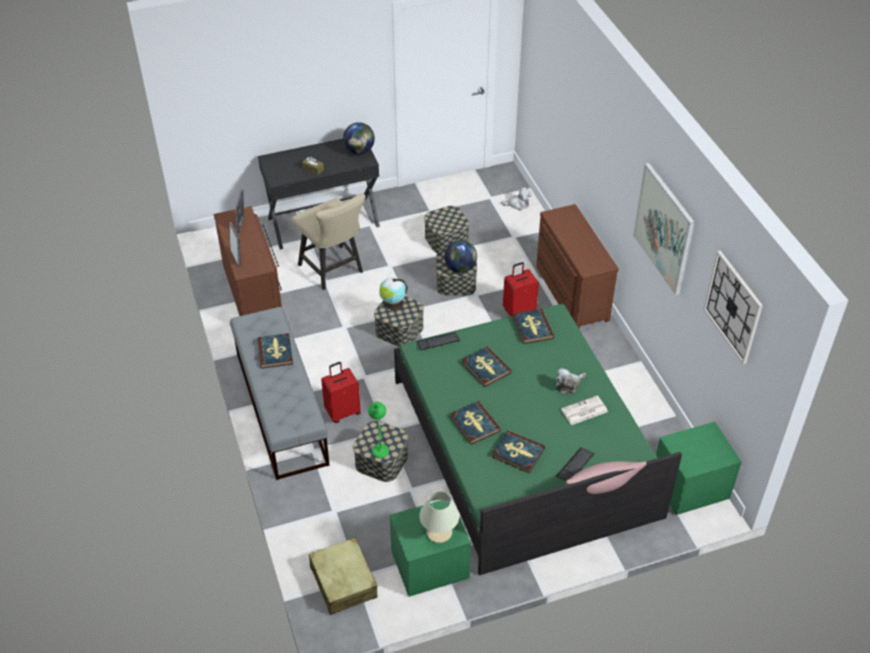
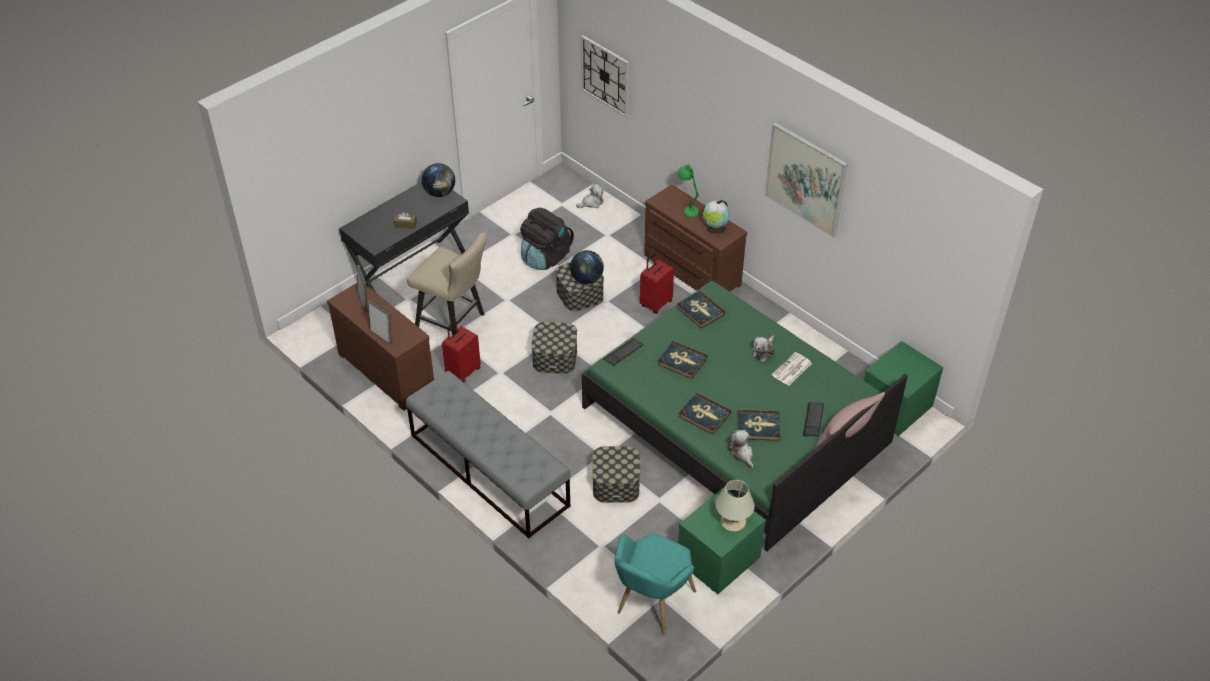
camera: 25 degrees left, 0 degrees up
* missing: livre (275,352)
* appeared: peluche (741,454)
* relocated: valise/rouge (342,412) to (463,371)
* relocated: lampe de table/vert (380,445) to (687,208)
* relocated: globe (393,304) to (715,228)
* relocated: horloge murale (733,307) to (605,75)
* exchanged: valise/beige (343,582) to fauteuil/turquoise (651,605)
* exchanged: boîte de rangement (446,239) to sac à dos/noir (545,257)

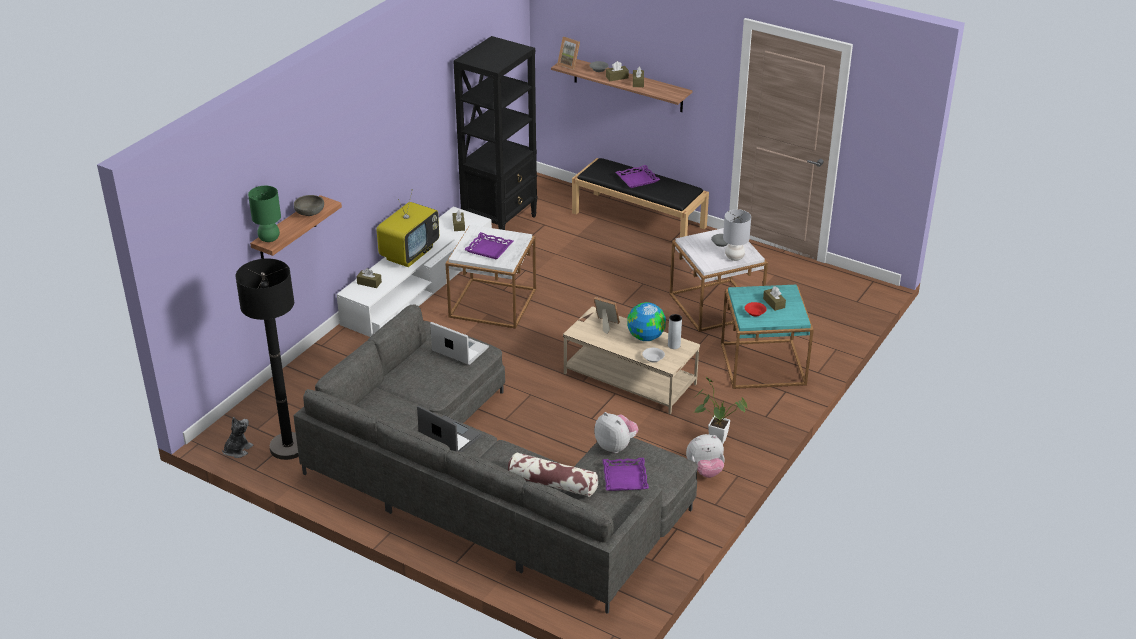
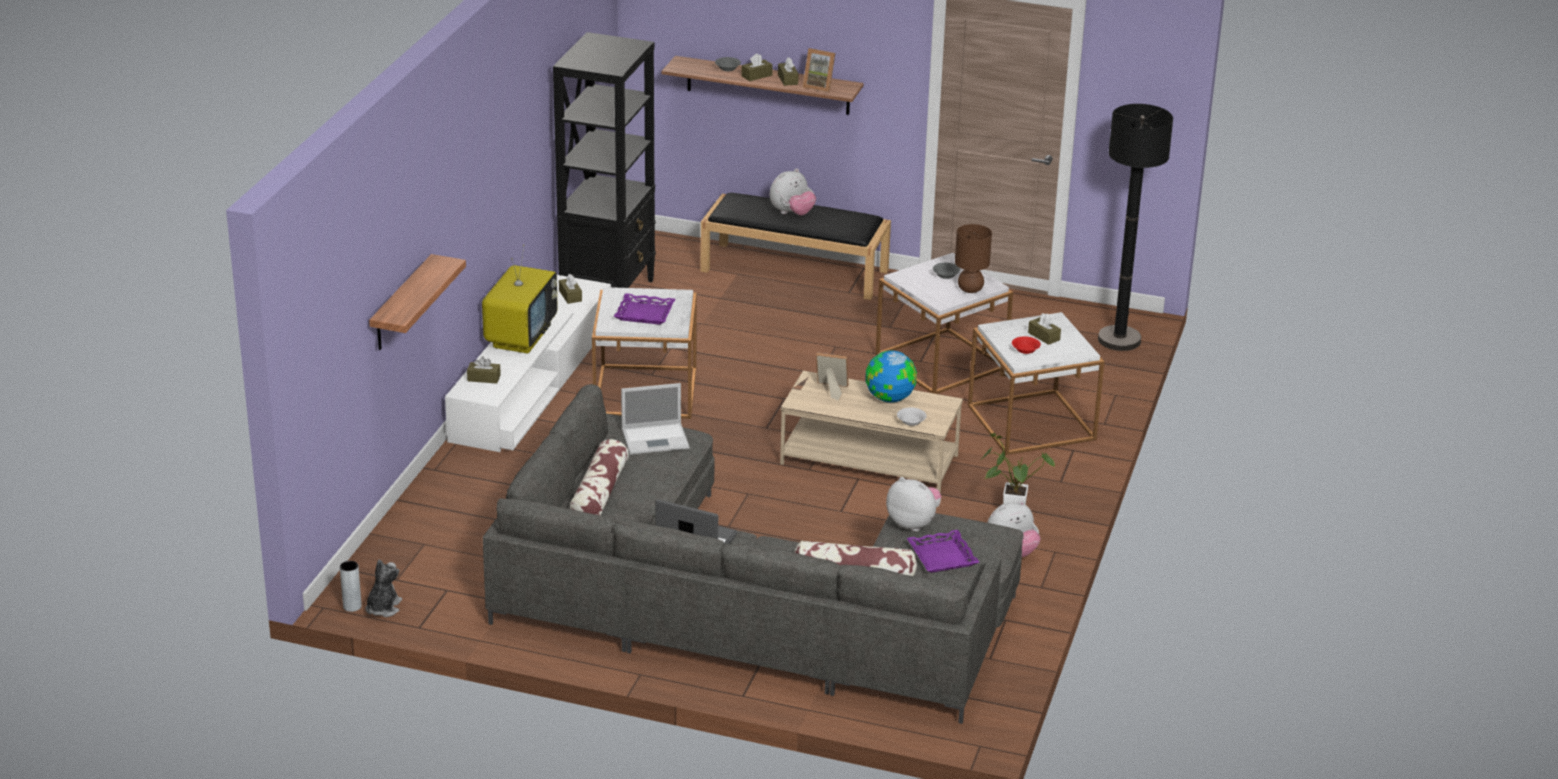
camera: 15 degrees left, 5 degrees down
* missing: lampe de table/vert (269,238)
* missing: bol/gris (309,213)
* appeared: coussin (600,492)
* relocated: lampadaire/noir (288,447) to (1119,340)
* relocated: cadre photo (570,64) to (819,86)
* relocated: vase/gris (674,345) to (352,606)
* exchanged: plateau/violet (637,179) to peluche (792,213)
* colour: table d'appoint/turquoise (762,364) to table d'appoint/blanc (1031,422)
* colour: lampe de table/gris (734,257) to lampe de table/marron (970,289)
* spun: ordinateur portable (459,349) = (656,439) 150 degrees clockwise

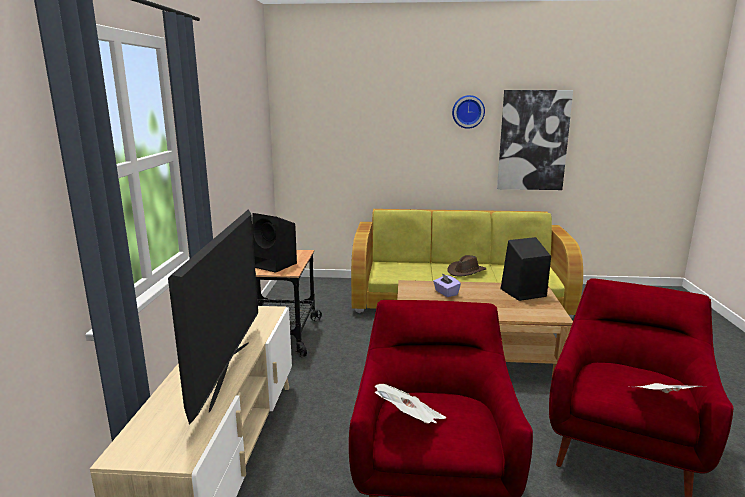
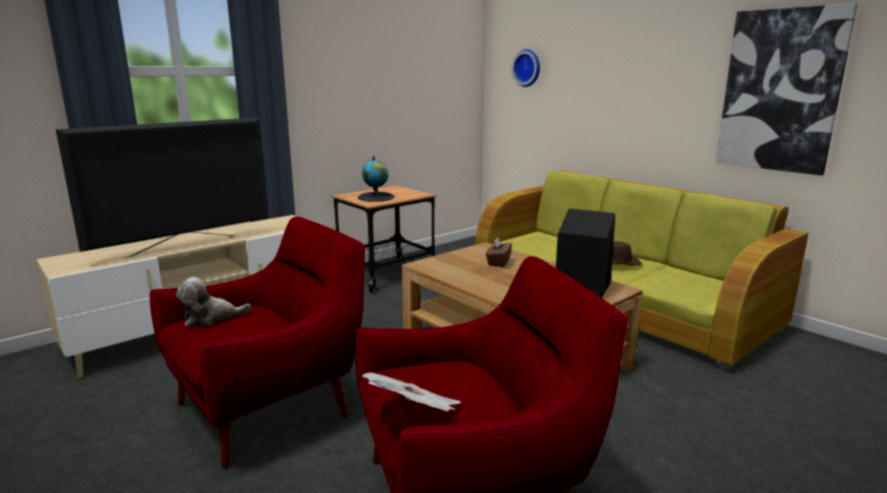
camera: 45 degrees right, 0 degrees up
* relocated: horloge murale (468,111) to (528,68)
* exchanged: enceinte/noir (275,265) to globe (376,197)
* exchanged: journal (410,420) to peluche (211,318)
* colour: boîte à mouchoirs/violet (446,293) to boîte à mouchoirs/marron (498,262)

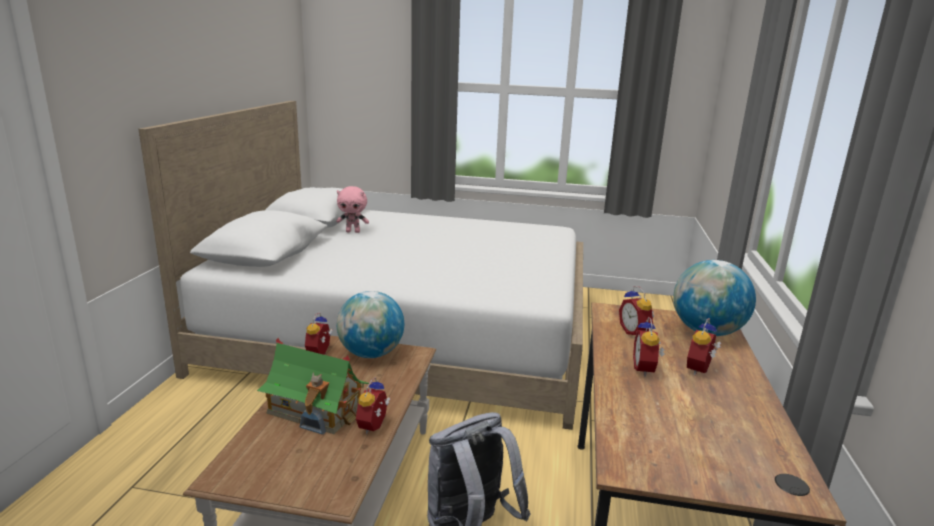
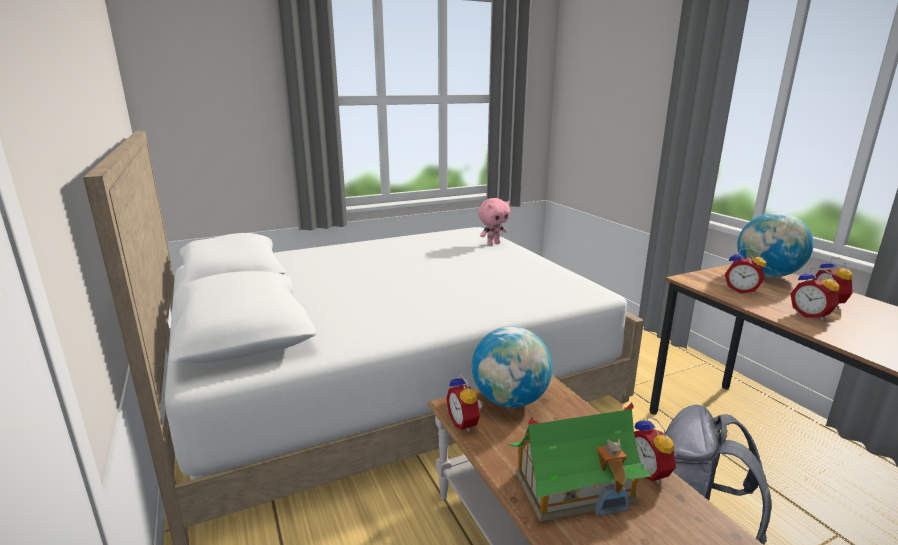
camera: 35 degrees left, 0 degrees up
* relocated: peluche/rose (353,231) to (493,243)

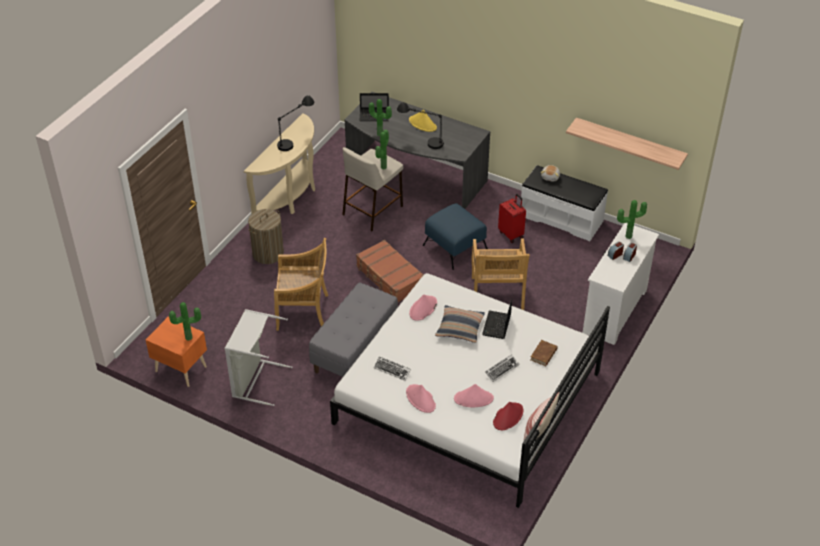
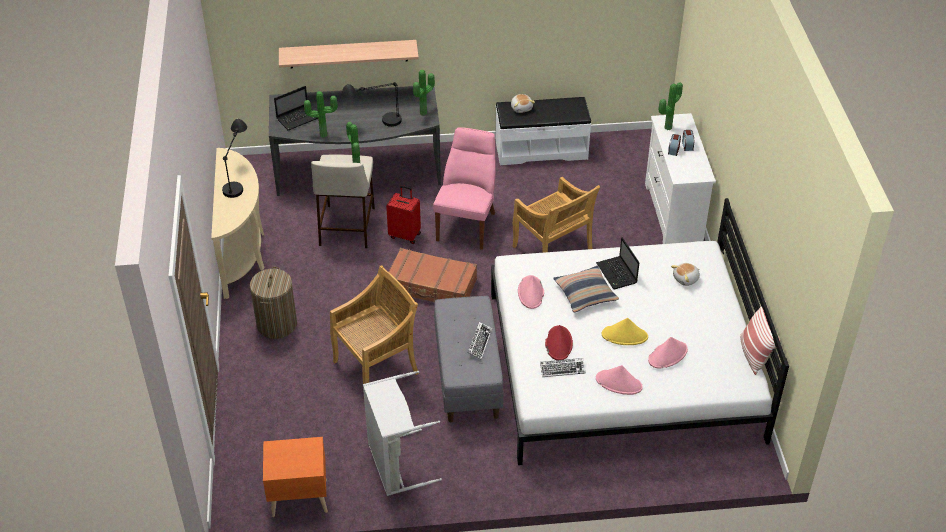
camera: 35 degrees left, 0 degrees up
* relocated: plante en pot (189,338) to (424,113)
* relocated: chapeau/jaune (423,124) to (624,335)
* relocated: clavier (502,369) to (479,342)
* relocated: chapeau/rouge (508,417) to (558,343)
* relocated: valise/rouge (511,234) to (405,235)
* relocated: étagère (629,143) to (348,54)
* exchanged: pouf/bleu (455,247) to chaise/rose (467,224)
* exchanged: livre/marron (544,354) to peluche (686,279)

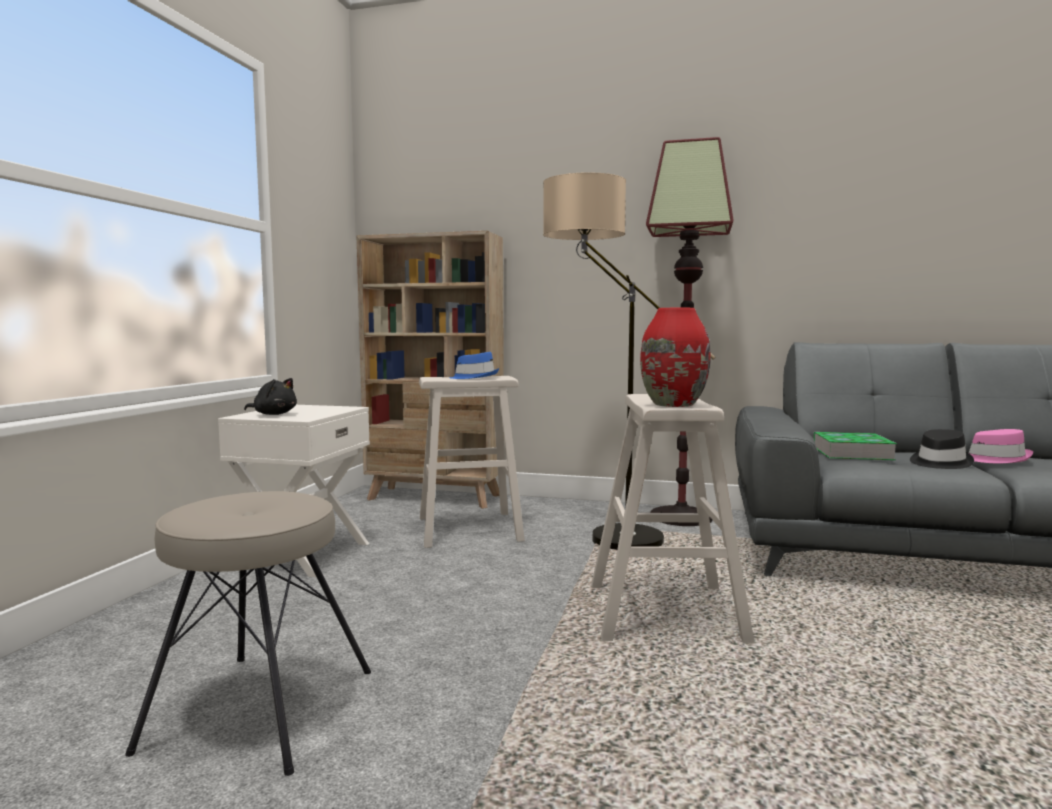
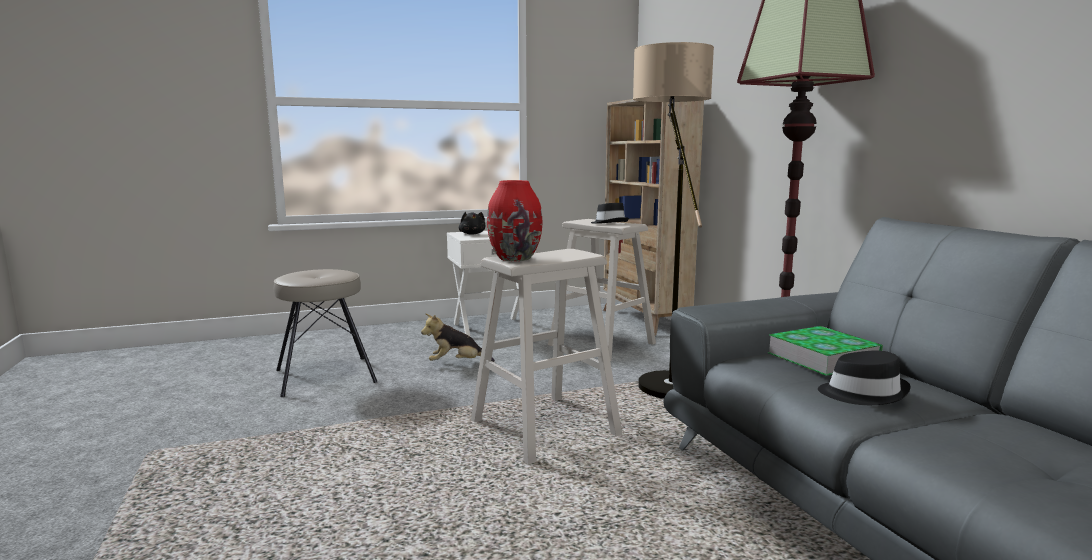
camera: 55 degrees right, 5 degrees up
* missing: chapeau/rose (995,459)
* appeared: peluche (456,363)
* colour: chapeau/bleu (474,377) to chapeau/noir (609,223)

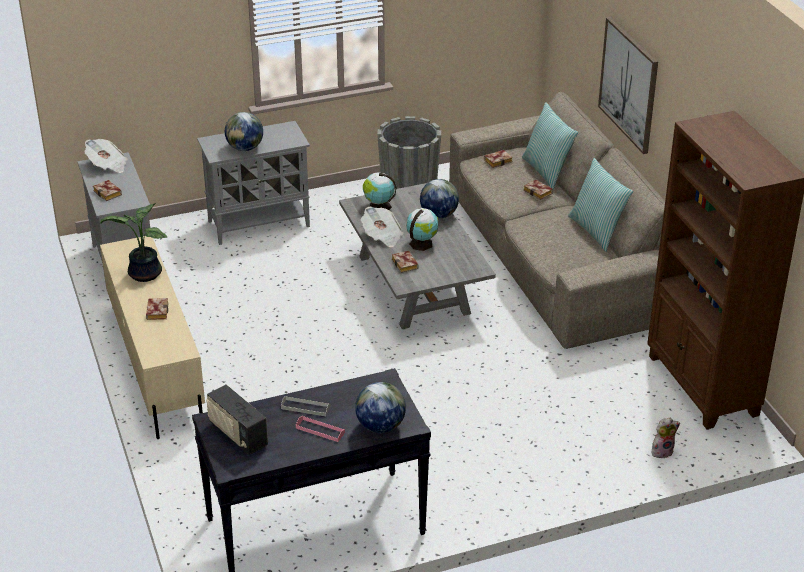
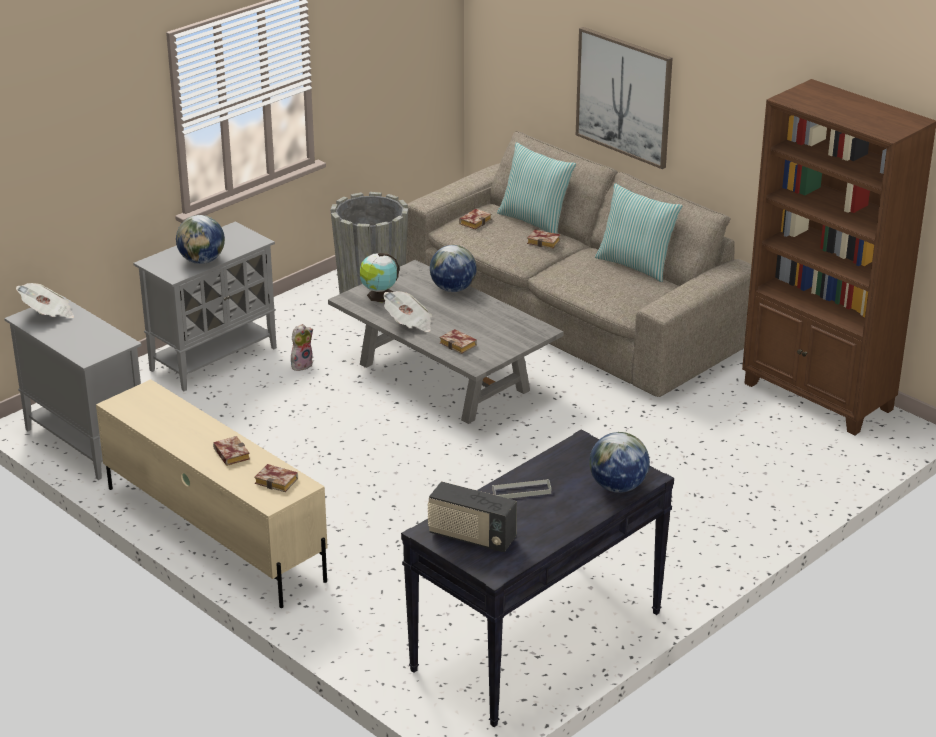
camera: 25 degrees left, 5 degrees down
* missing: plante en pot (143,275)
* missing: plateau/rose (320,430)
* missing: globe (422,243)
* relocated: livre (109,193) to (278,481)
* relocated: peluche (662,451) to (301,364)

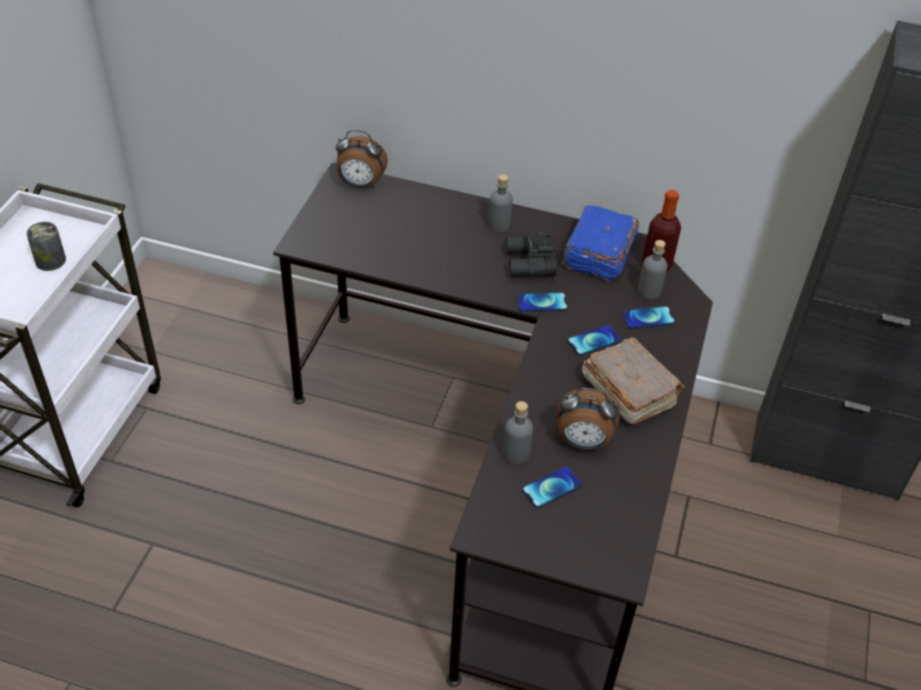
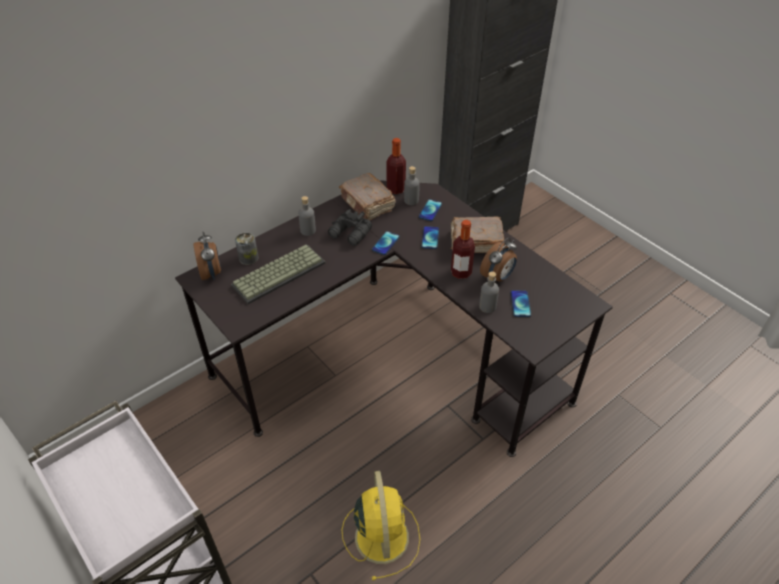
camera: 55 degrees left, 0 degrees up
* appeared: clavier (279,273)
* appeared: ventilateur/jaune (381,535)
* appeared: bouteille (461,272)
* relocated: boîte métallique (50,261) to (248,258)
* colour: livre/bleu (597,254) to livre/marron (367,205)
* spun: réveil (360,184) = (211,273) 60 degrees counterclockwise

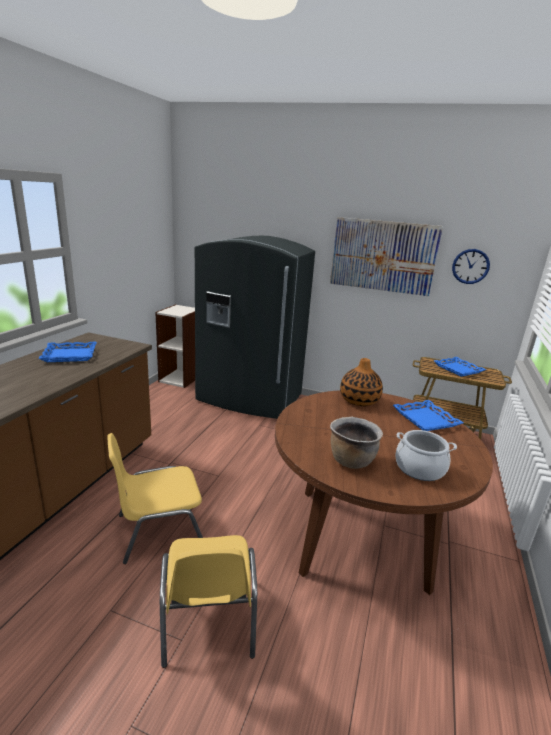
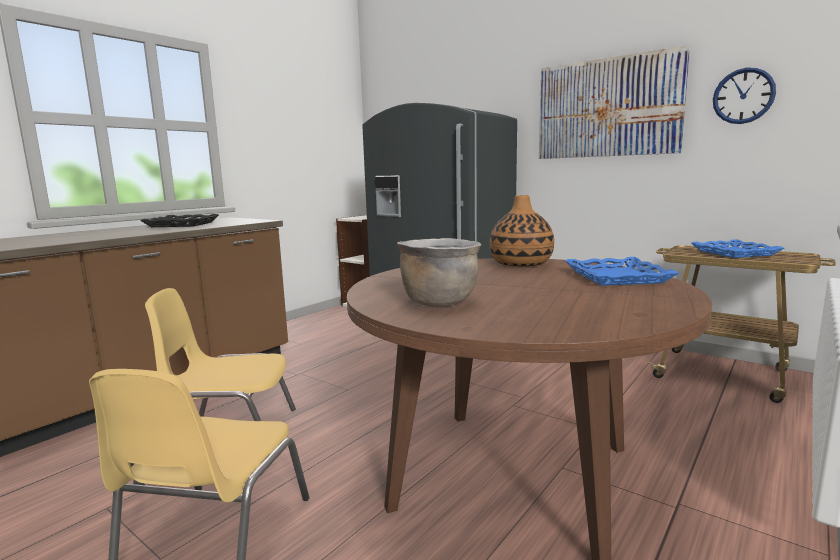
camera: 20 degrees right, 10 degrees down
* missing: marmite (419,468)
* colour: plateau/bleu (70,355) to plateau/noir (182,224)

